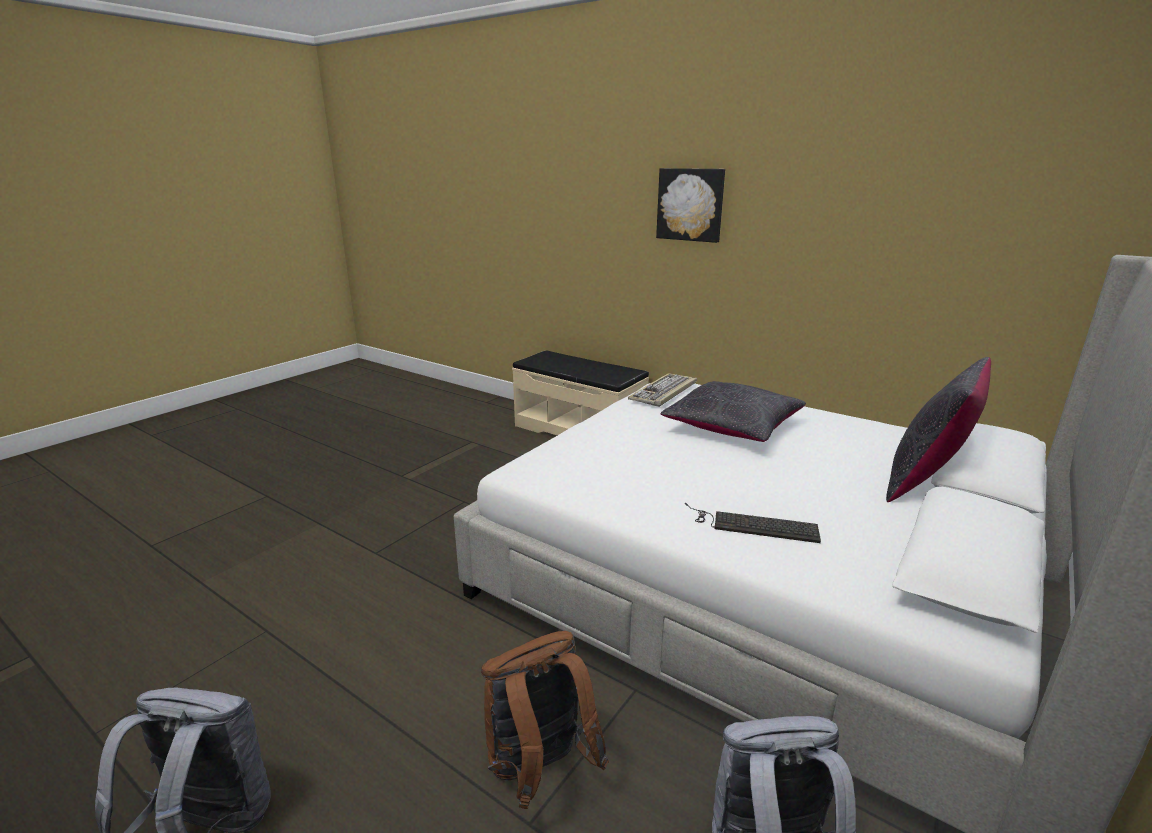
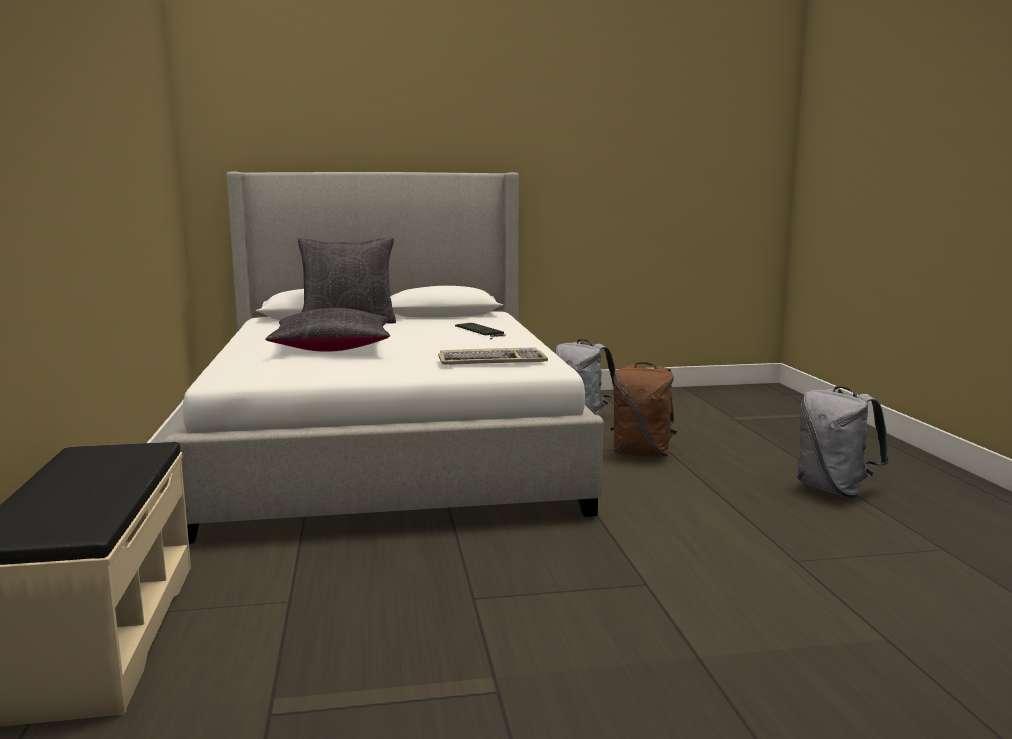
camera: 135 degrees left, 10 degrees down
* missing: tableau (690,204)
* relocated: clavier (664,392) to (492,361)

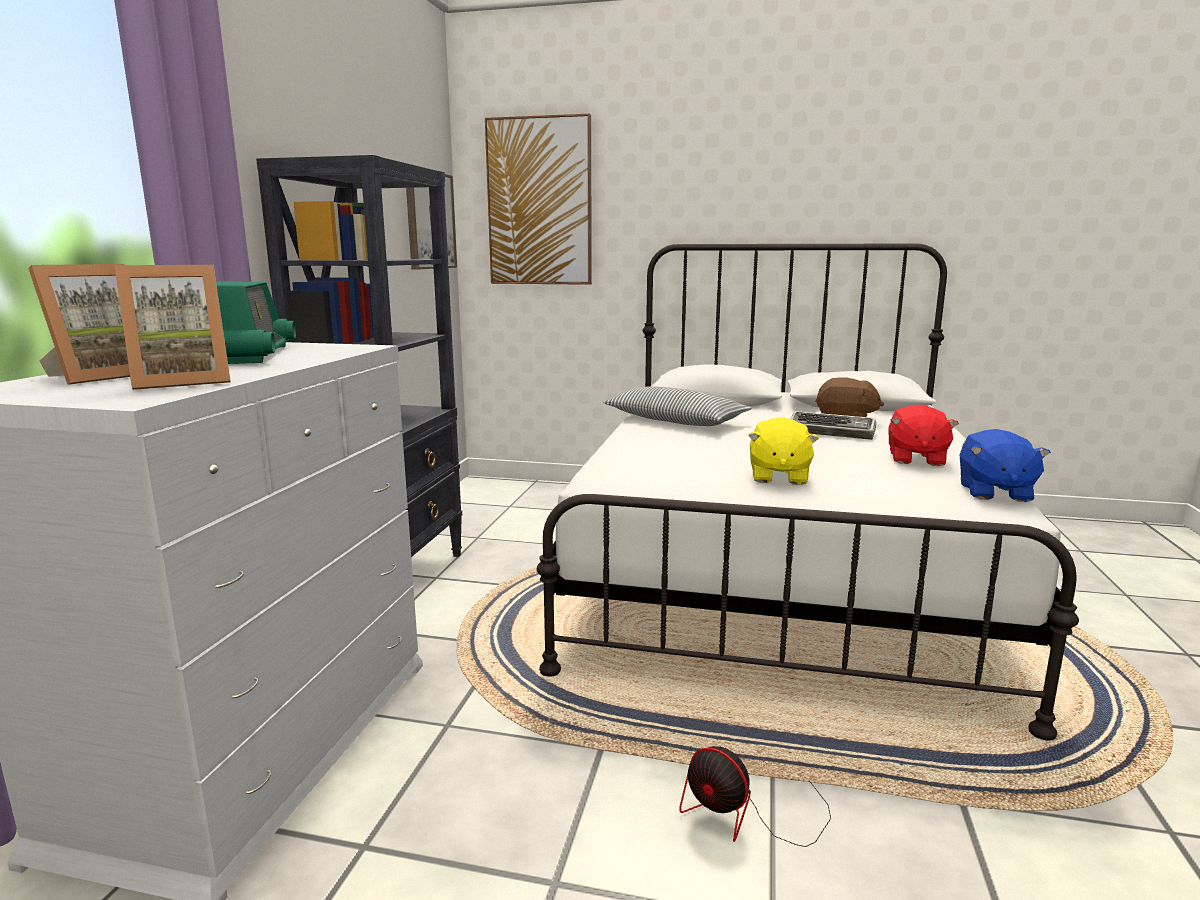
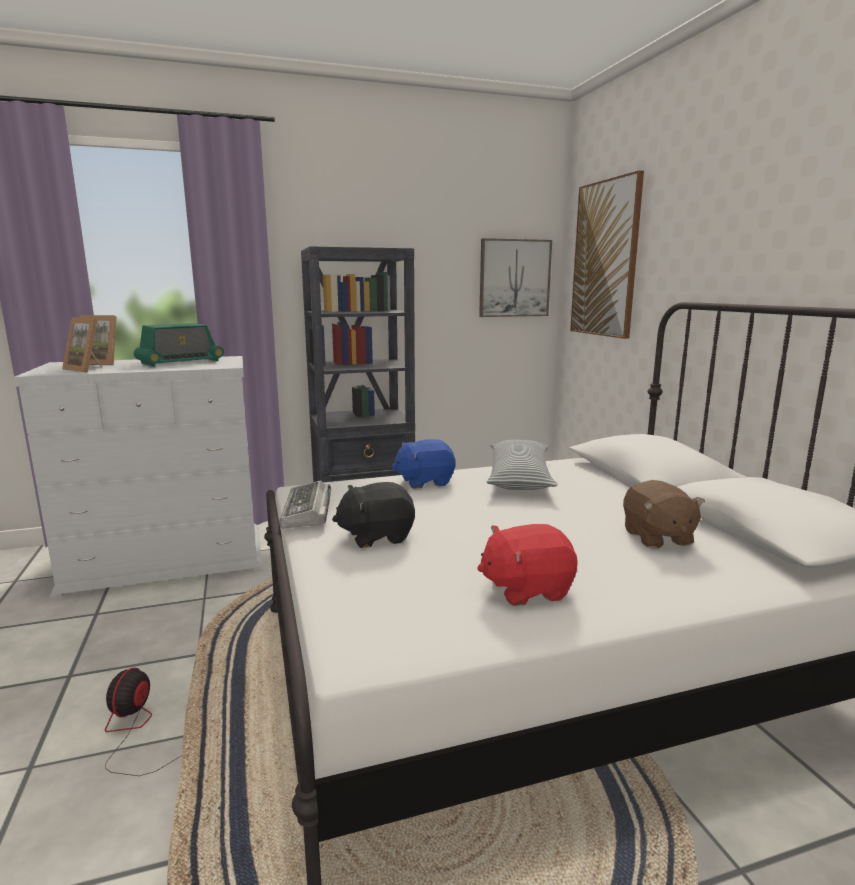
camera: 60 degrees right, 0 degrees up
* relocated: clavier (832,432) to (307,511)
* relocated: peluche/bleu (994,492) to (424,482)
* colour: peluche/jaune (778,476) to peluche/noir (376,536)

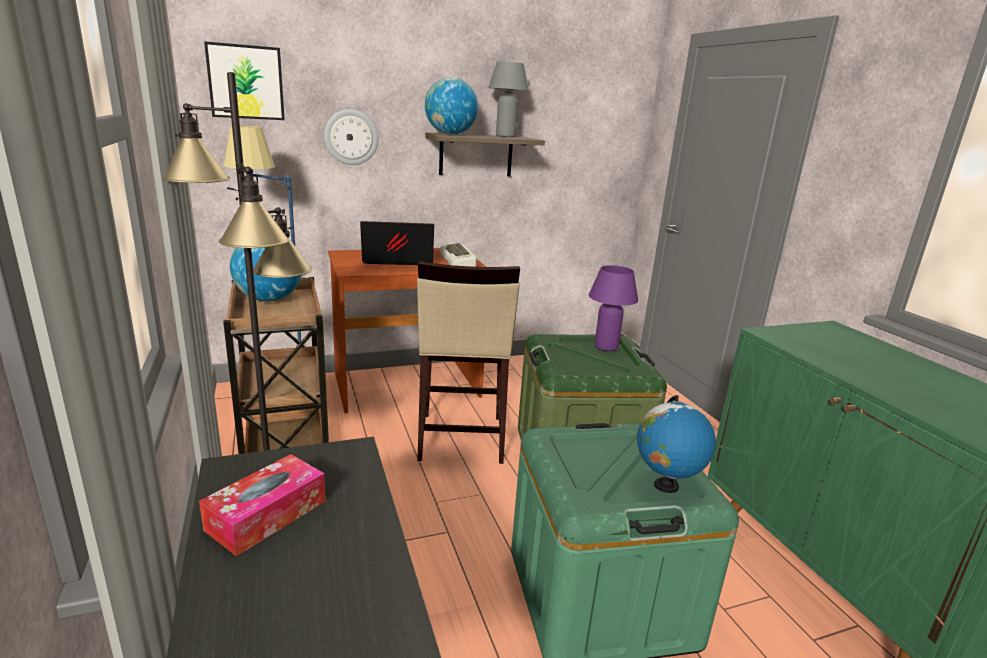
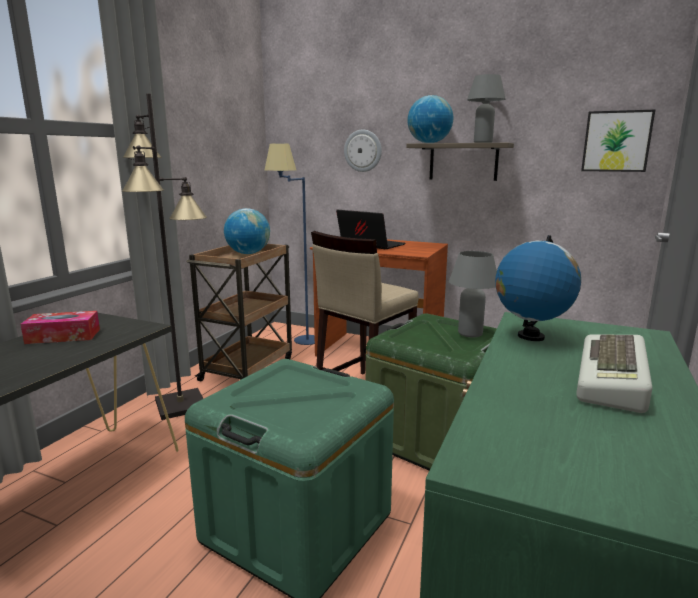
camera: 45 degrees right, 5 degrees down
* relocated: tableau (246,82) to (616,141)
* relocated: clavier (459,261) to (615,380)
* relocated: globe (665,486) to (530,336)
* colour: lampe de table/violet (606,347) to lampe de table/gris (470,333)

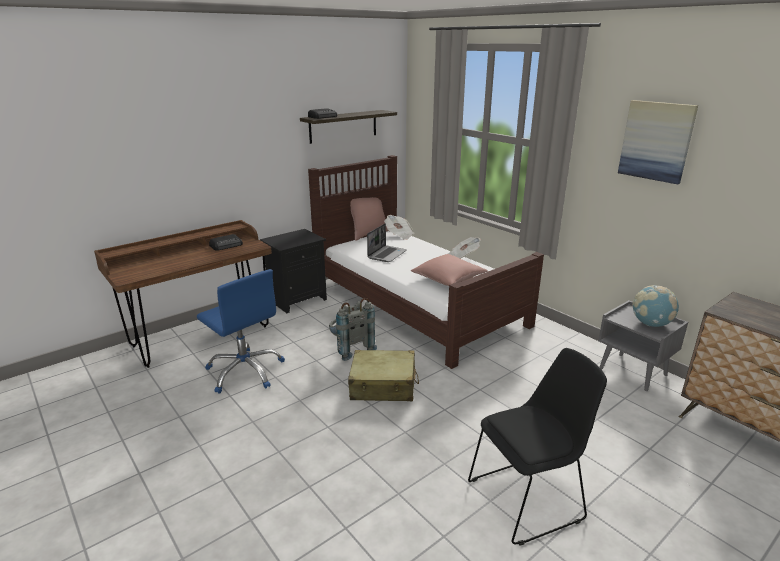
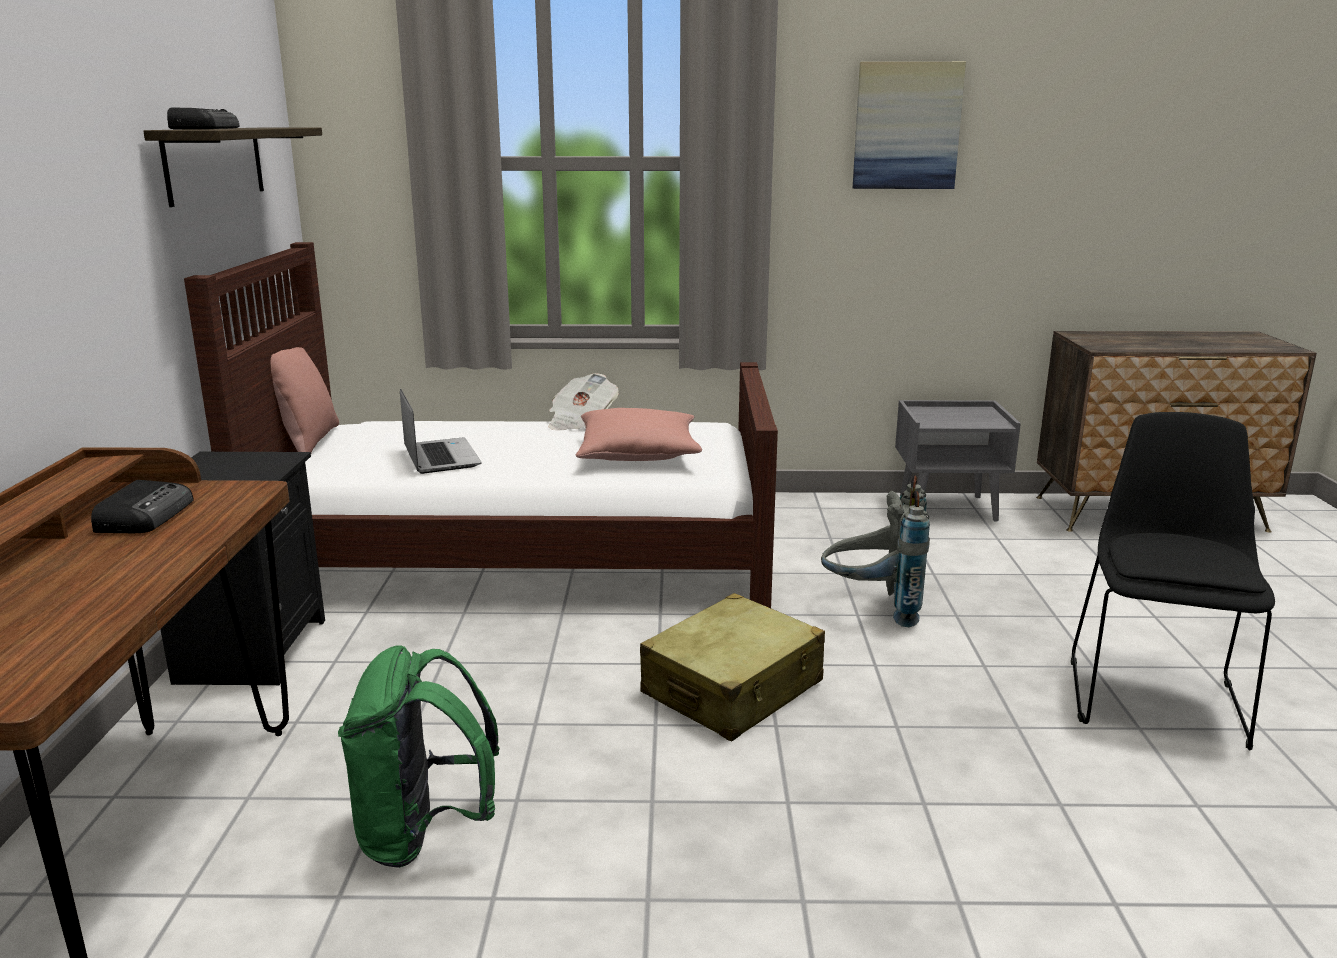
camera: 50 degrees left, 5 degrees down
* missing: journal (399,235)
* missing: globe (651,324)
* relocated: sac à dos/gris (350,349) to (873,608)
* exchanged: chaise de bureau/bleu (245,371) to sac à dos/vert (423,834)

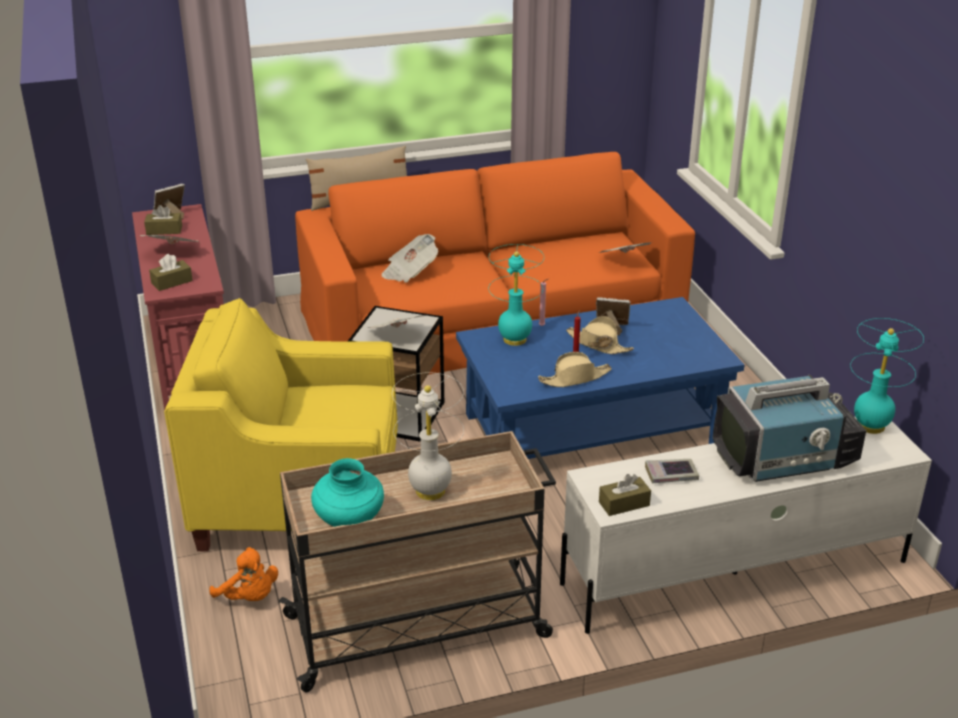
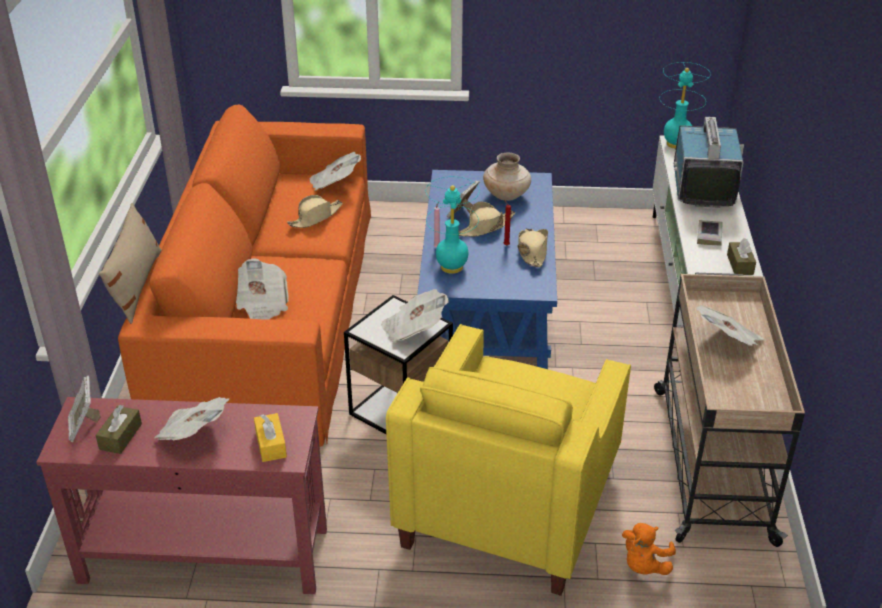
camera: 70 degrees left, 5 degrees up
* missing: vase/turquoise (349,520)
* appeared: chapeau/beige (315,217)
* appeared: vase/beige (507,195)
* exchanged: lampe de table/blanc (431,491) to journal (728,341)
* colour: boîte à mouchoirs/marron (172,282) to boîte à mouchoirs/jaune (271,444)
* spun: peluche/orange (249,597) = (644,565) 150 degrees clockwise

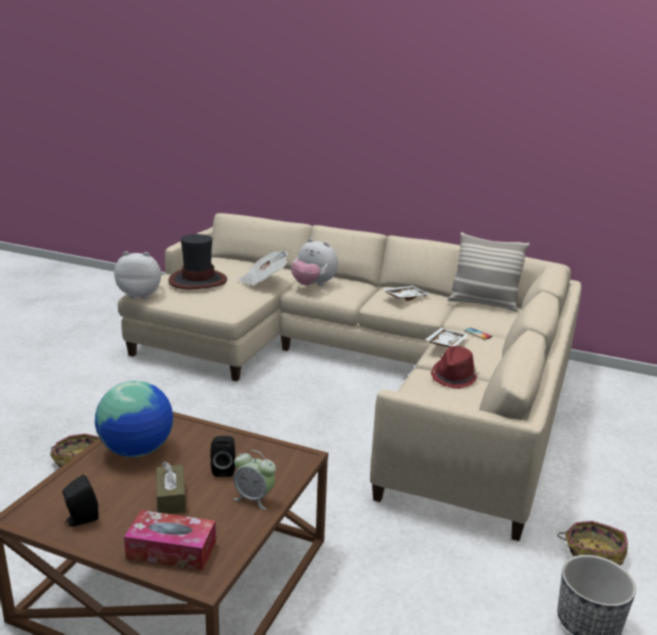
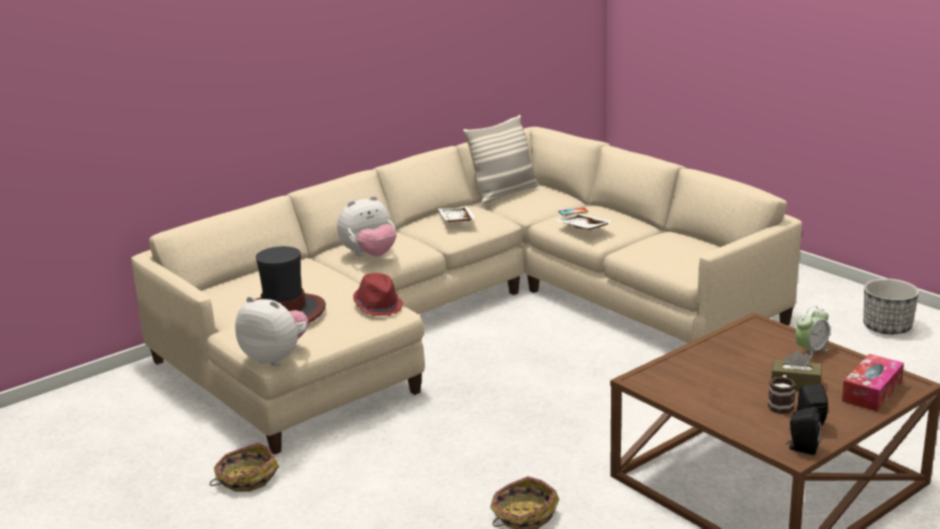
camera: 60 degrees left, 0 degrees up
* missing: globe (137,450)
* missing: journal (263,280)
* appeared: mug (781,404)
* relocated: enceinte/noir (224,469) to (801,448)
* relocated: chapeau/rouge (454,377) to (378,306)
* relocated: panier (593,552) to (246,478)
* spun: peluche (141,295) = (276,358) 90 degrees clockwise

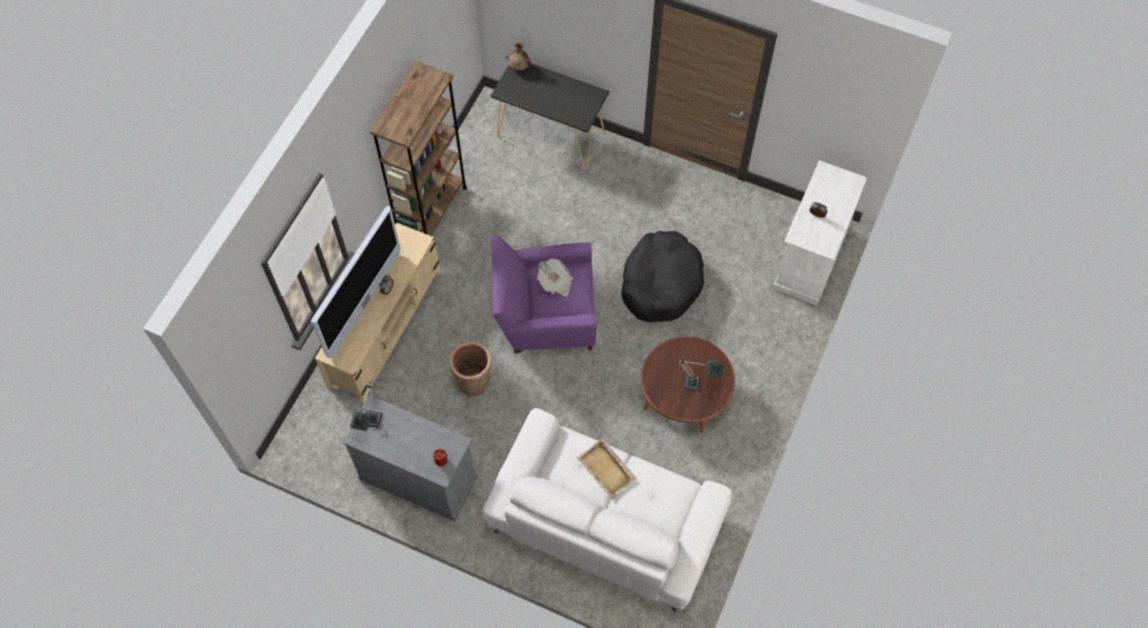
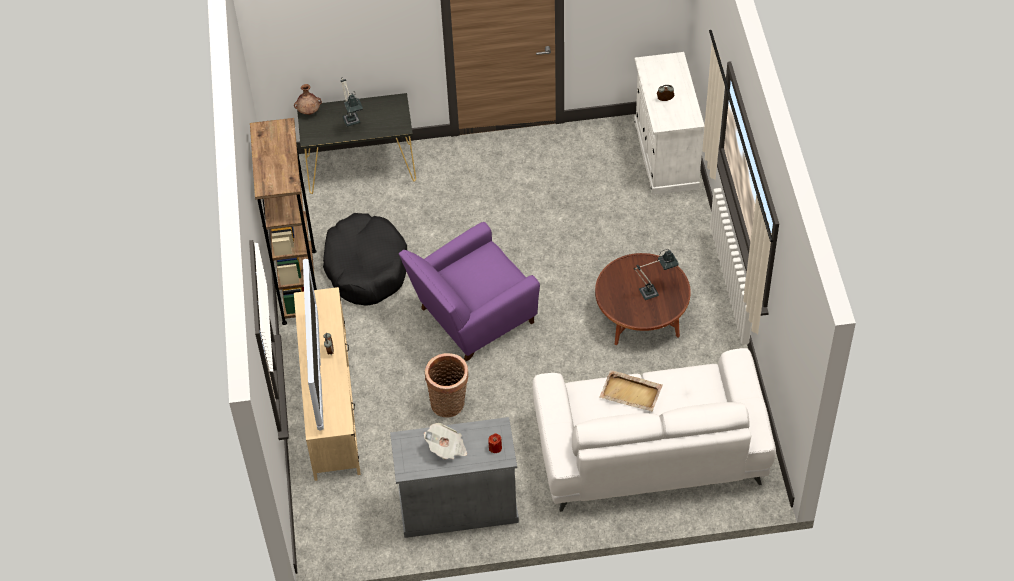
camera: 30 degrees left, 10 degrees down
* relocated: lampe de table (371,424) to (352,123)
* relocated: journal (555,283) to (446,448)
* relocated: panier pour chien/noir (661,283) to (366,267)

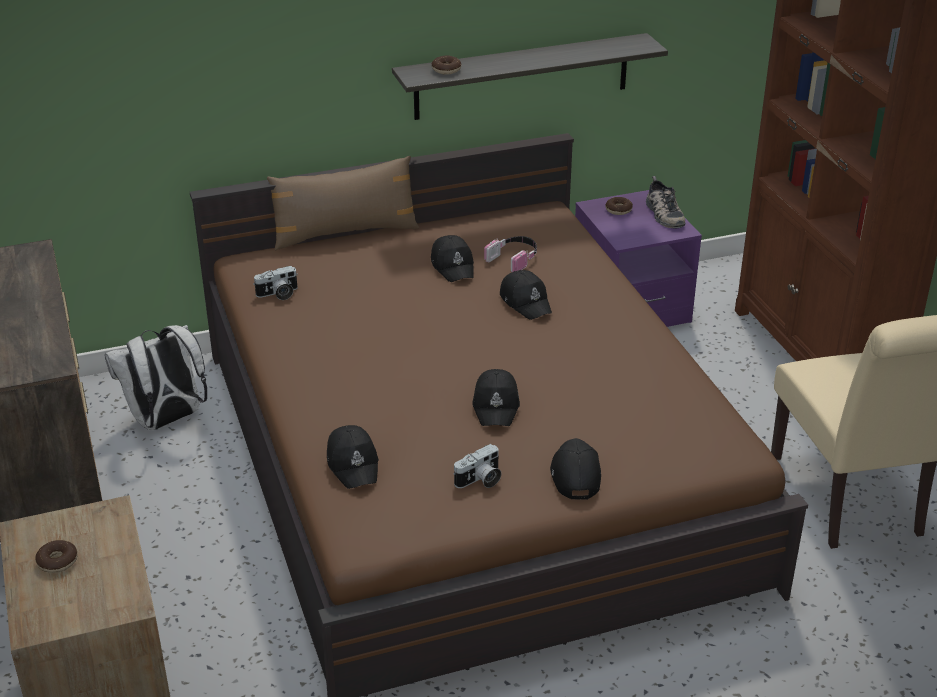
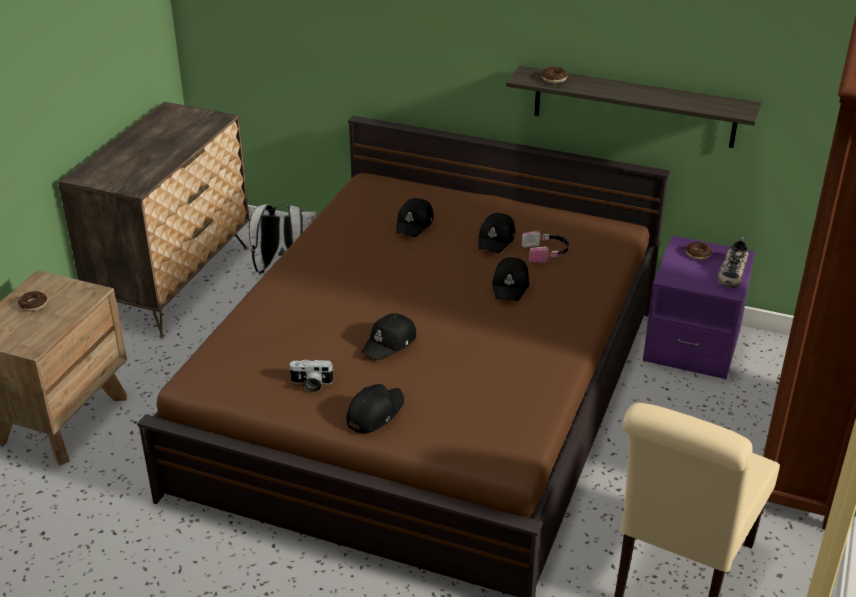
camera: 40 degrees right, 0 degrees up
* missing: appareil photo (278,294)
* missing: coussin/marron (345,233)
* relocated: casquette/noir (353,463) to (415,224)

